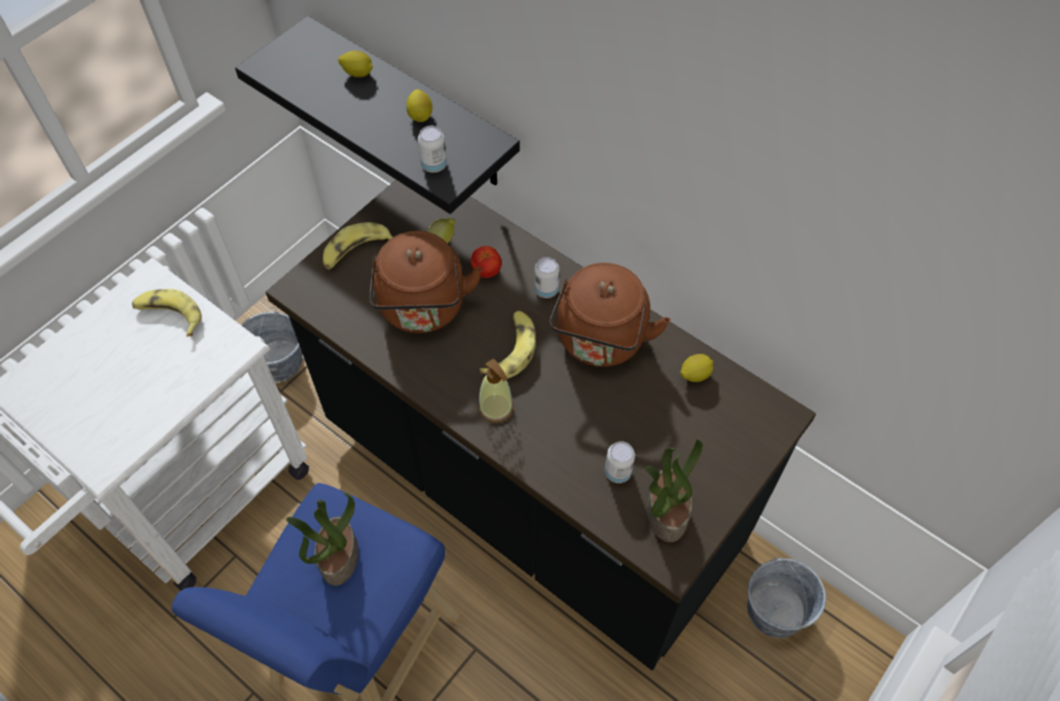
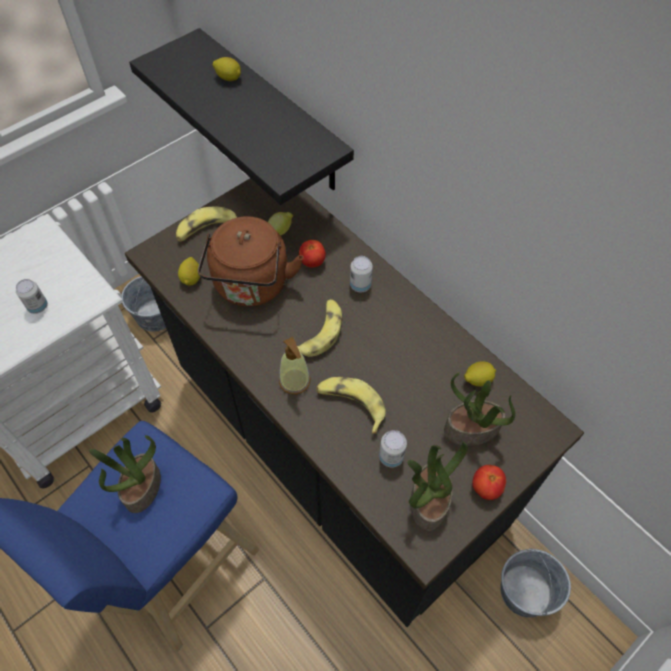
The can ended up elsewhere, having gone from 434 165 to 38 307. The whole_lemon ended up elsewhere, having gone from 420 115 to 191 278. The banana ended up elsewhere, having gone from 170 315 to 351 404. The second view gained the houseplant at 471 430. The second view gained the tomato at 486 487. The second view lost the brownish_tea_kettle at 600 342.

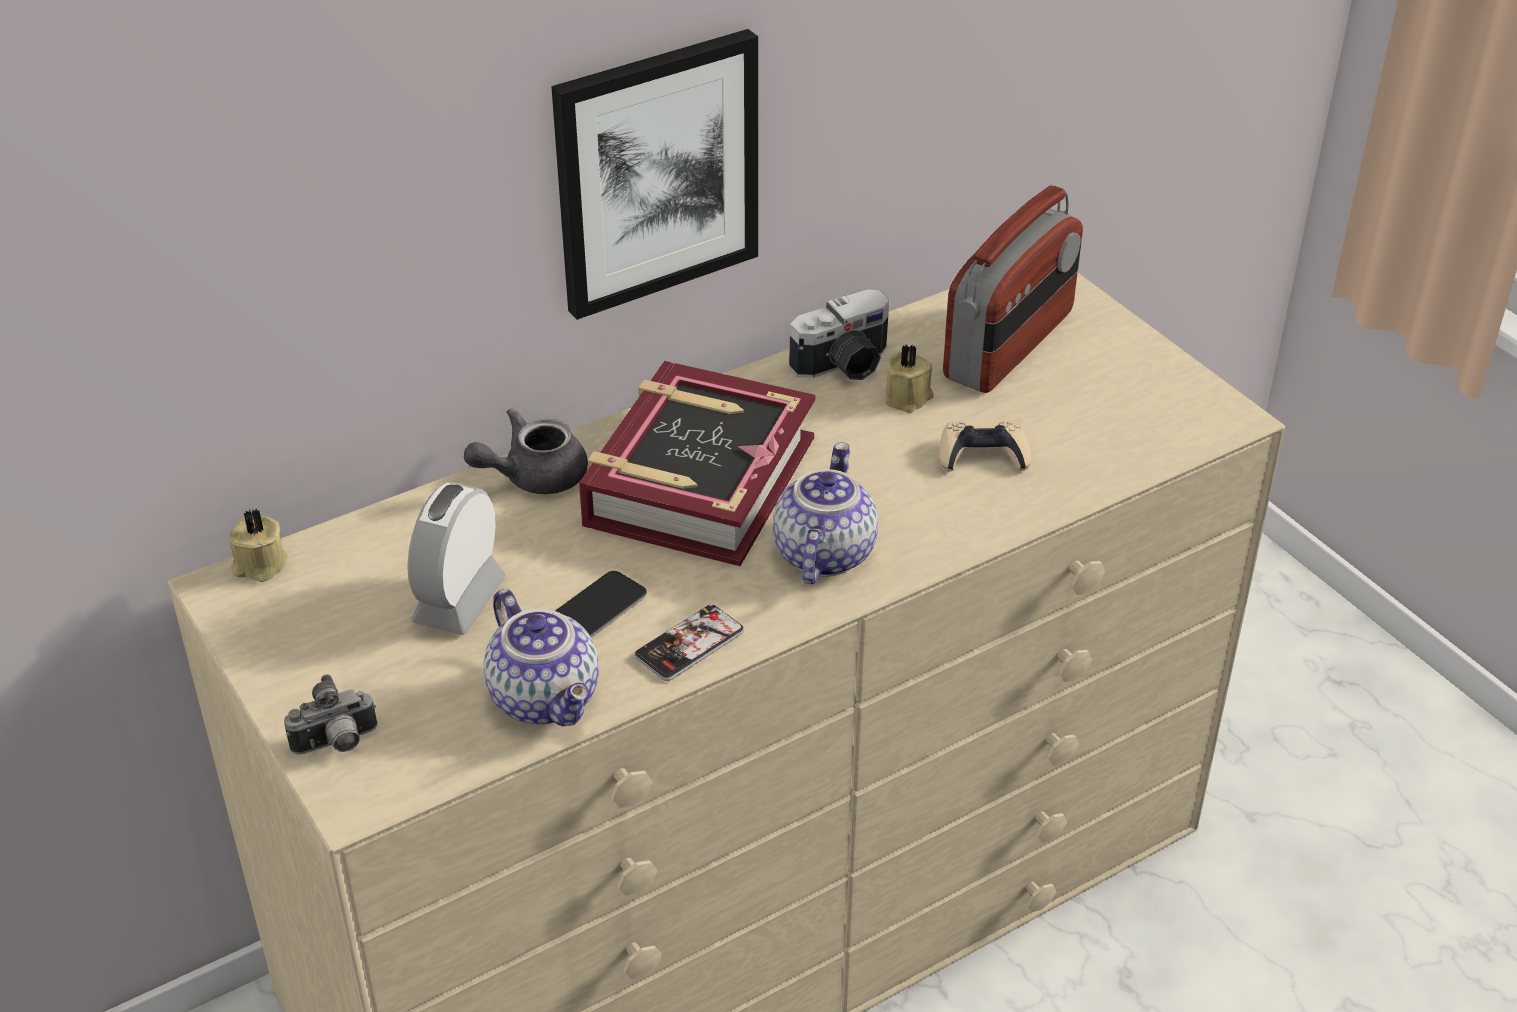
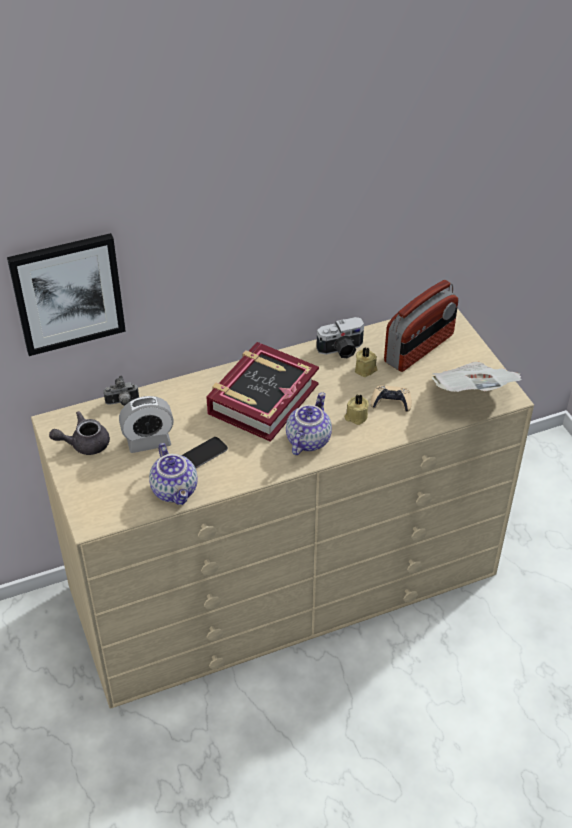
The wall_picture ended up elsewhere, having gone from 656 172 to 67 293. The grey_teapot ended up elsewhere, having gone from 533 476 to 84 444. The still_camera ended up elsewhere, having gone from 337 744 to 122 402. The bedside_clock at 459 600 ended up facing another way, 135 degrees counterclockwise from before. The beige_wax_light ended up elsewhere, having gone from 259 565 to 356 417. The second view gained the daily_paper at 472 394. The second view lost the handset at 689 644.

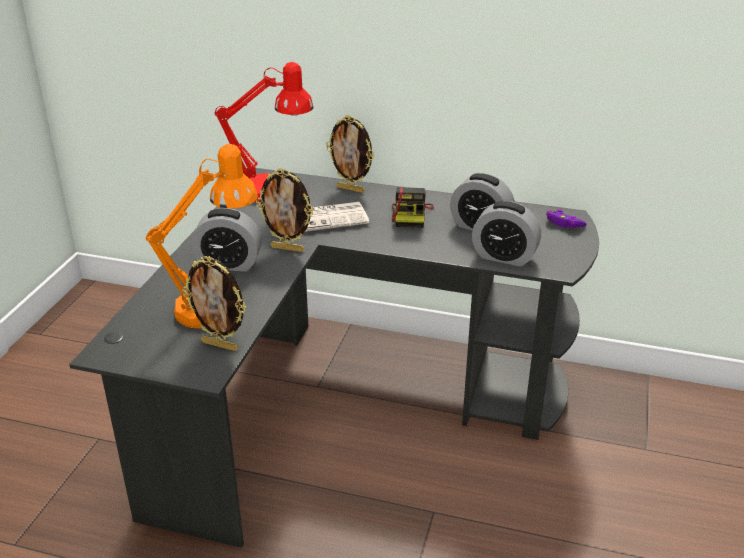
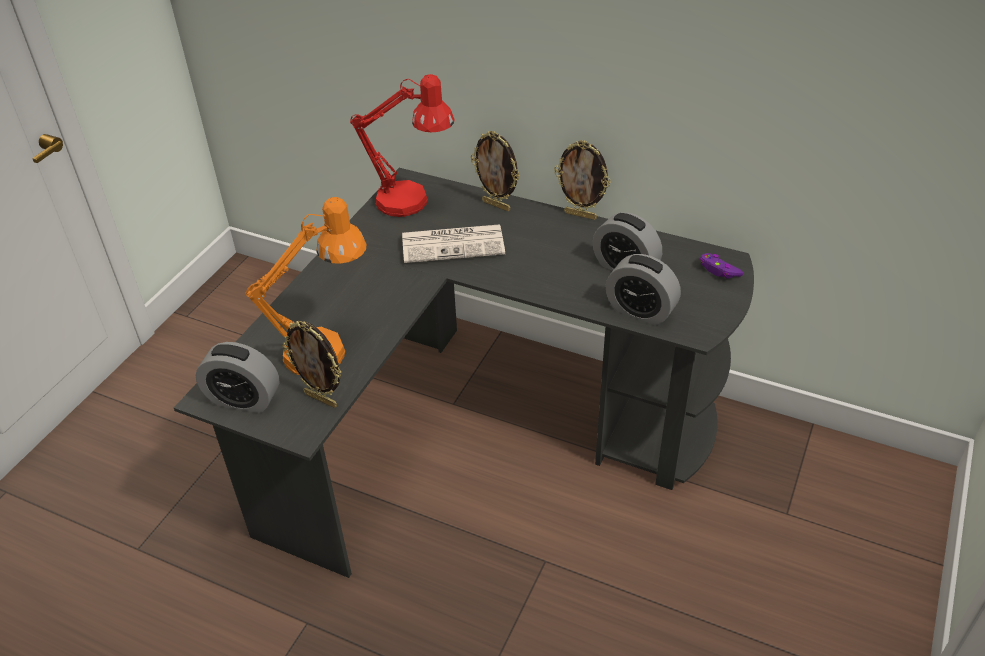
The bedside_clock ended up elsewhere, having gone from 229 264 to 243 399. The picture_frame ended up elsewhere, having gone from 288 248 to 581 215. The second view lost the still_camera at 411 215.

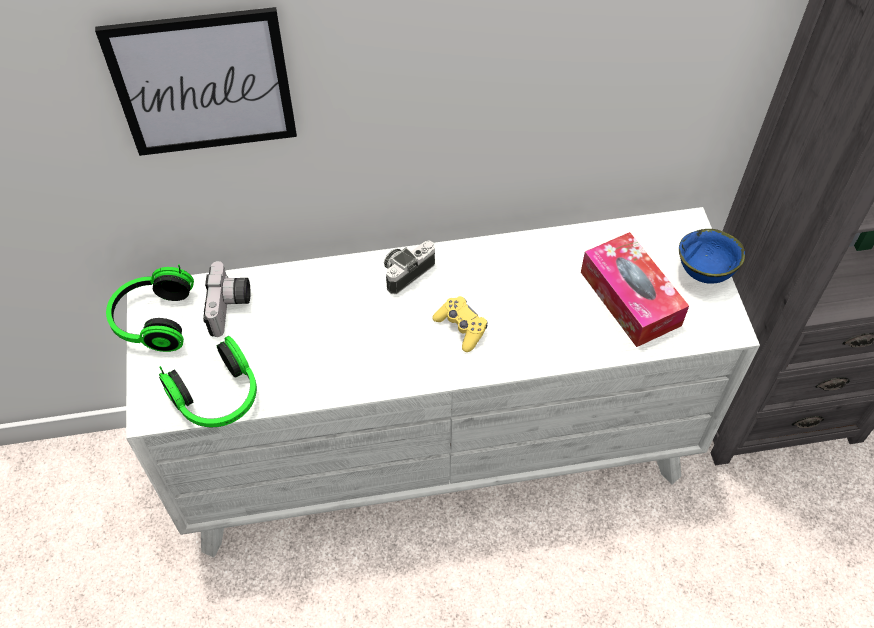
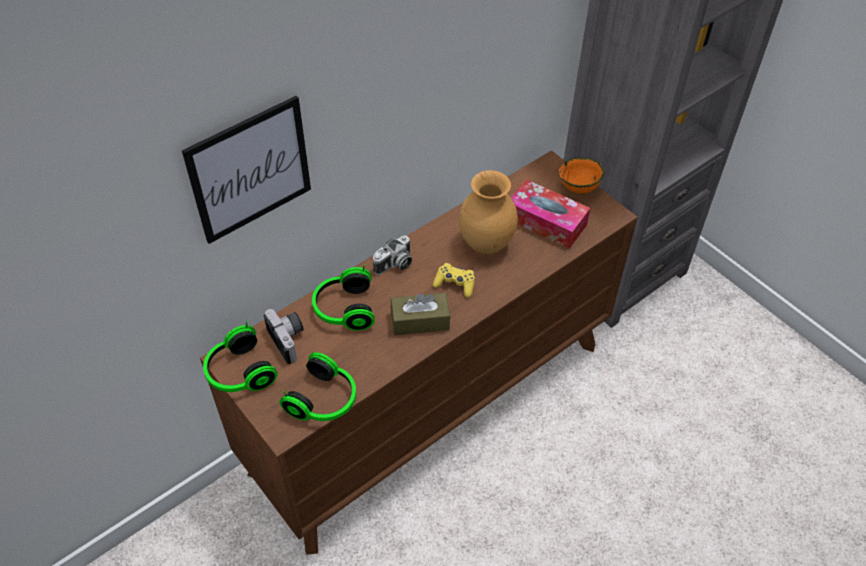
What was the whitish_chest_of_drawers at 437 453 turned into the brownish_chest_of_drawers at 431 405. The second view gained the headphones at 343 309. The still_camera at 407 271 ended up facing another way, 150 degrees counterclockwise from before. The second view gained the brownish_tissue_holder at 420 321. The second view gained the brownish_vase at 485 245. What was the blue-coloured_deep_dish at 703 273 turned into the orangey_deep_dish at 578 189.

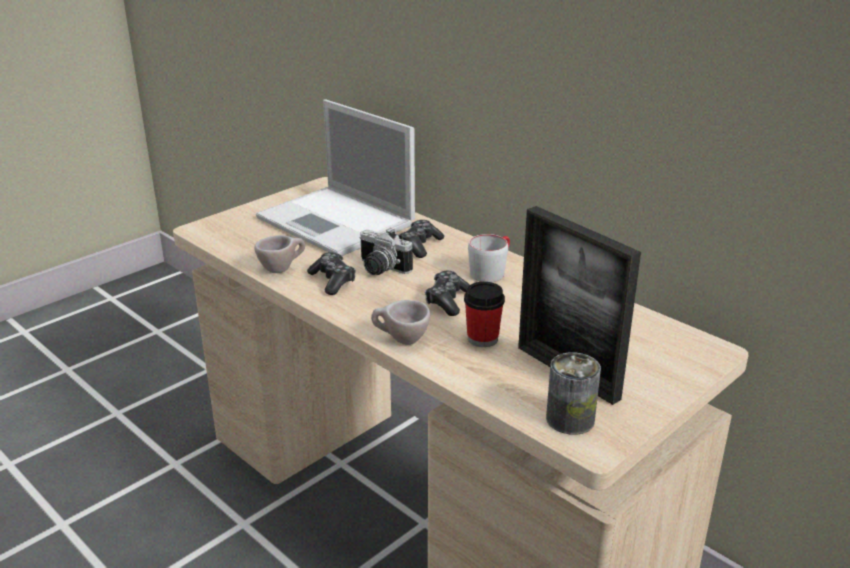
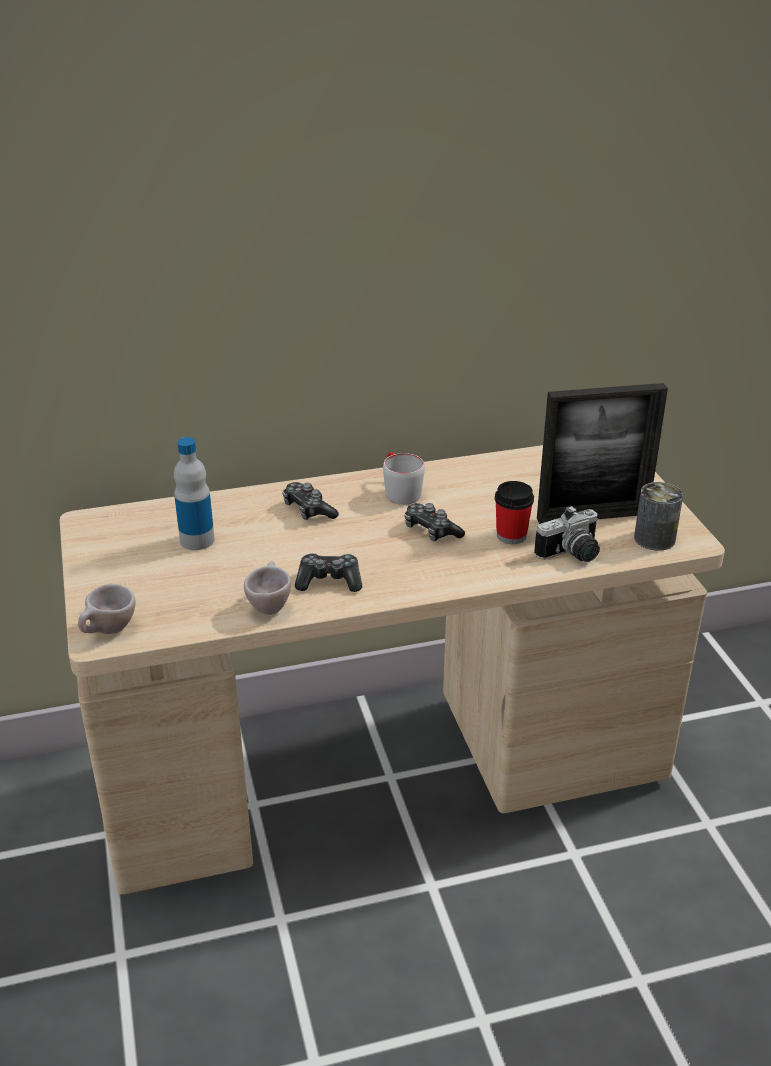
The beige_drinking_cup ended up elsewhere, having gone from 400 341 to 109 632. Where the notebook_computer stood at 338 222, the bottle came to stand at 197 540. The still_camera ended up elsewhere, having gone from 380 269 to 572 555.

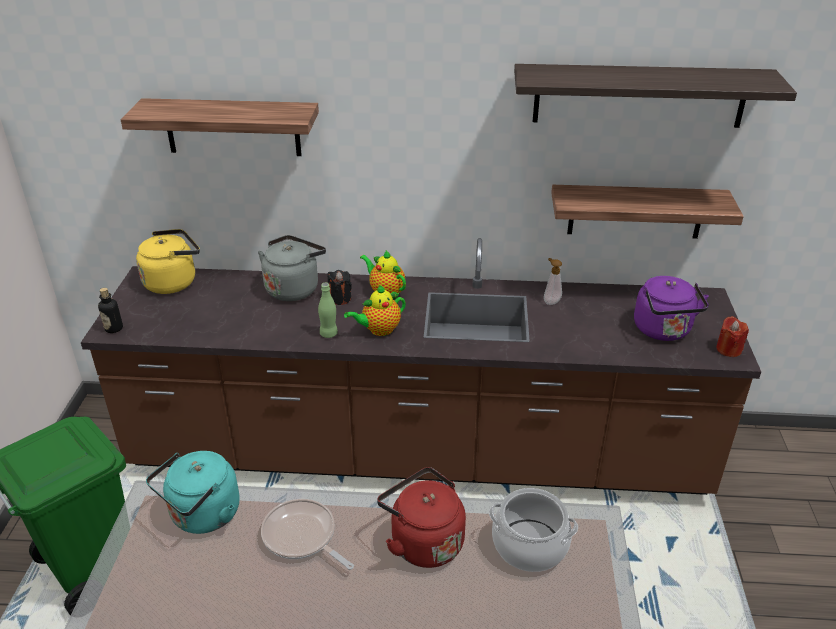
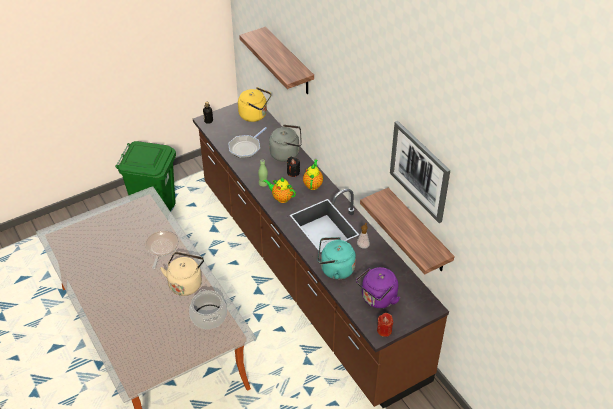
What was the reddish_tea_kettle at 423 541 turned into the beige_tea_kettle at 186 283. The second view gained the frying_pan at 246 147. The turquoise_tea_kettle ended up elsewhere, having gone from 202 516 to 335 269. Where the bracket_shelf hung at 639 95, the wall_picture came to hang at 419 171.

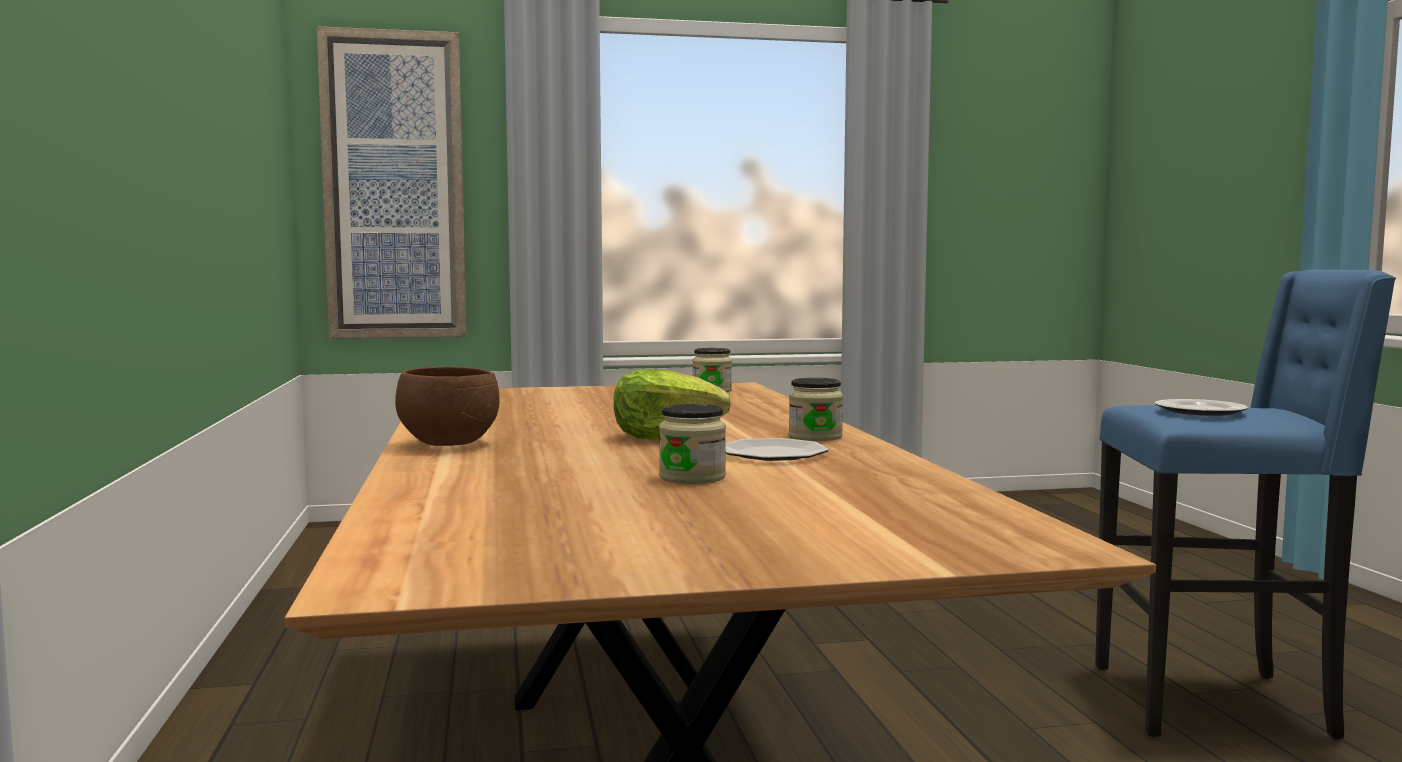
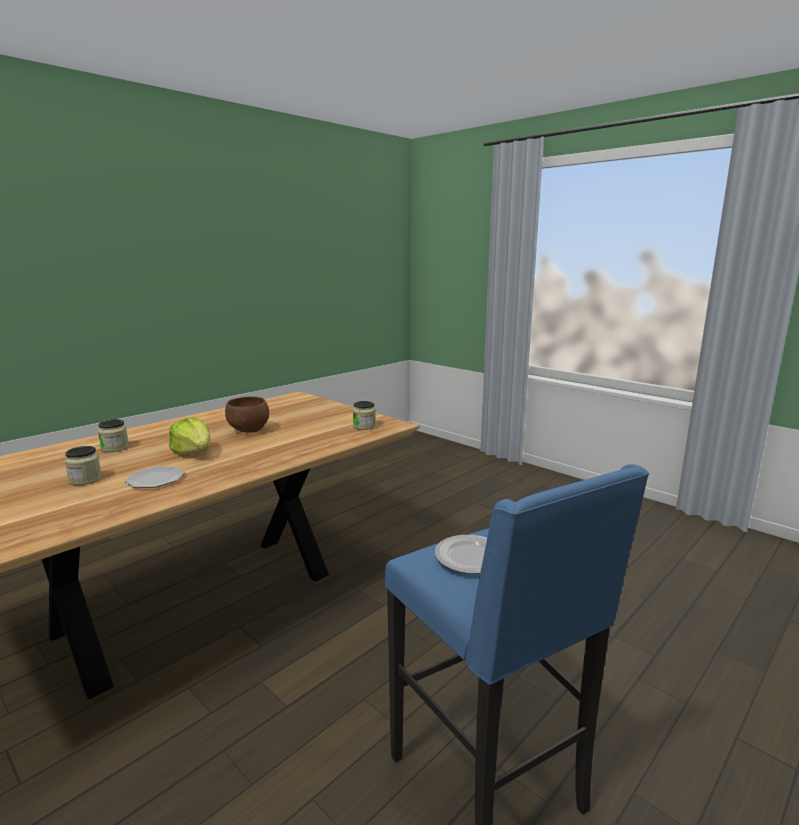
The storage_jar ended up elsewhere, having gone from 815 437 to 115 448. The brownish_deep_dish ended up elsewhere, having gone from 451 444 to 250 430. The second view lost the wall_picture at 394 186.

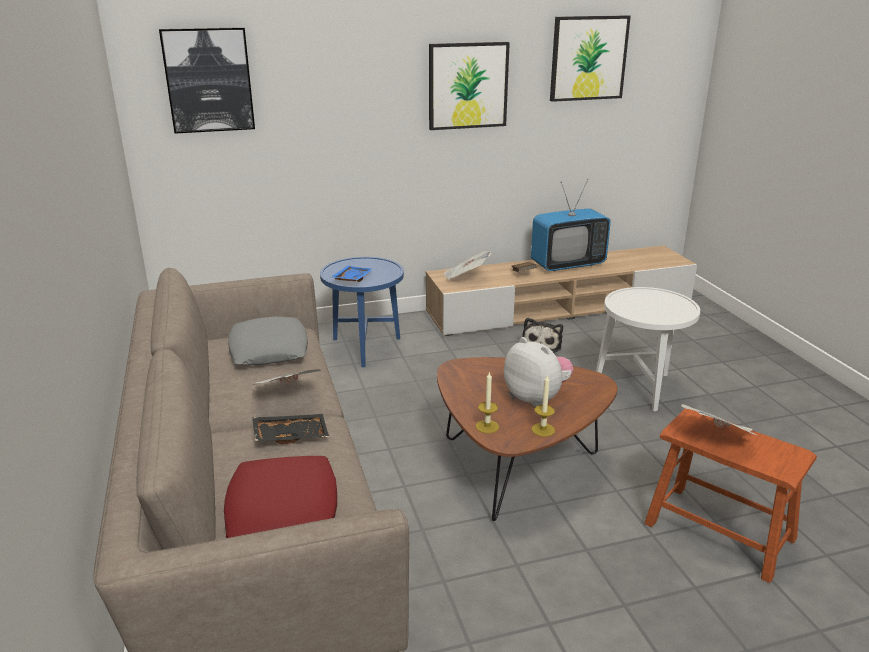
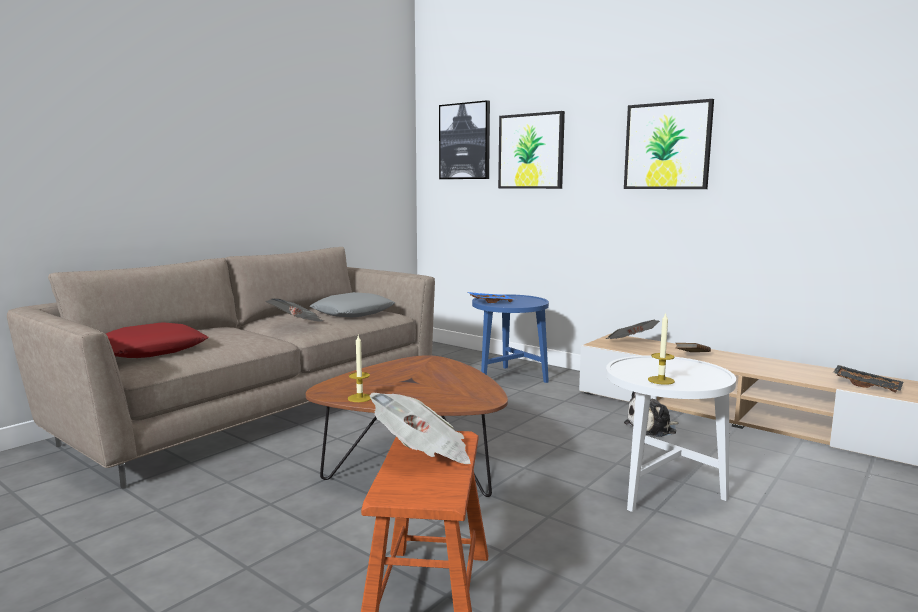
The wall_picture ended up elsewhere, having gone from 588 58 to 531 151. The wax_light ended up elsewhere, having gone from 487 426 to 661 380. The black_tray ended up elsewhere, having gone from 291 435 to 866 385. The second view lost the soft_toy at 536 398. The second view lost the TV_set at 567 264.

